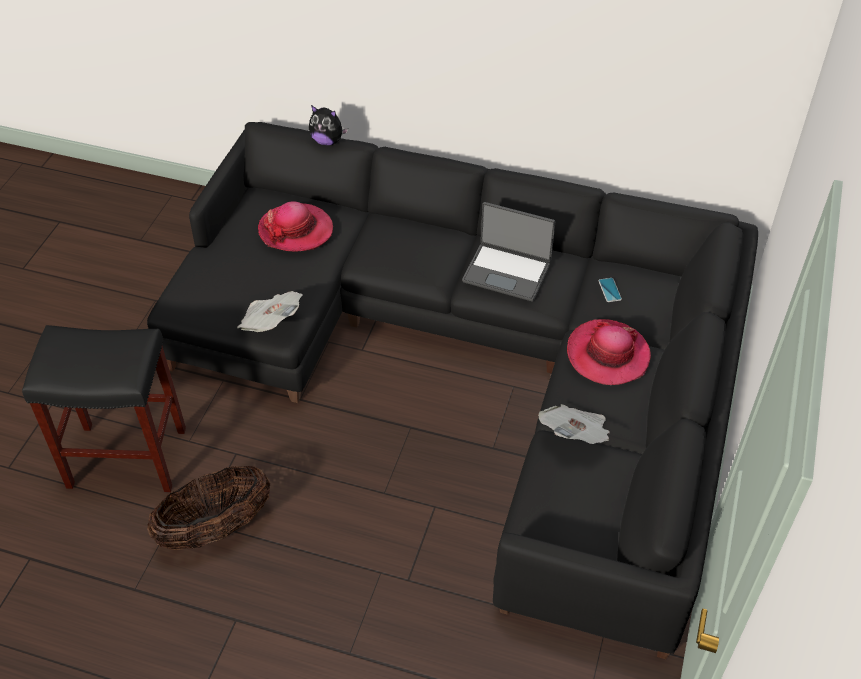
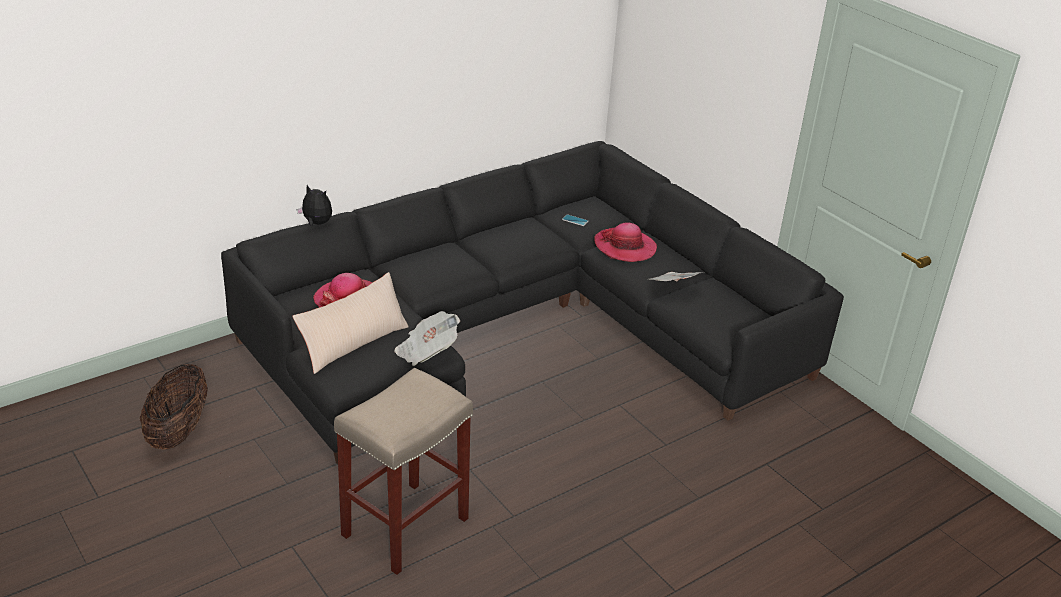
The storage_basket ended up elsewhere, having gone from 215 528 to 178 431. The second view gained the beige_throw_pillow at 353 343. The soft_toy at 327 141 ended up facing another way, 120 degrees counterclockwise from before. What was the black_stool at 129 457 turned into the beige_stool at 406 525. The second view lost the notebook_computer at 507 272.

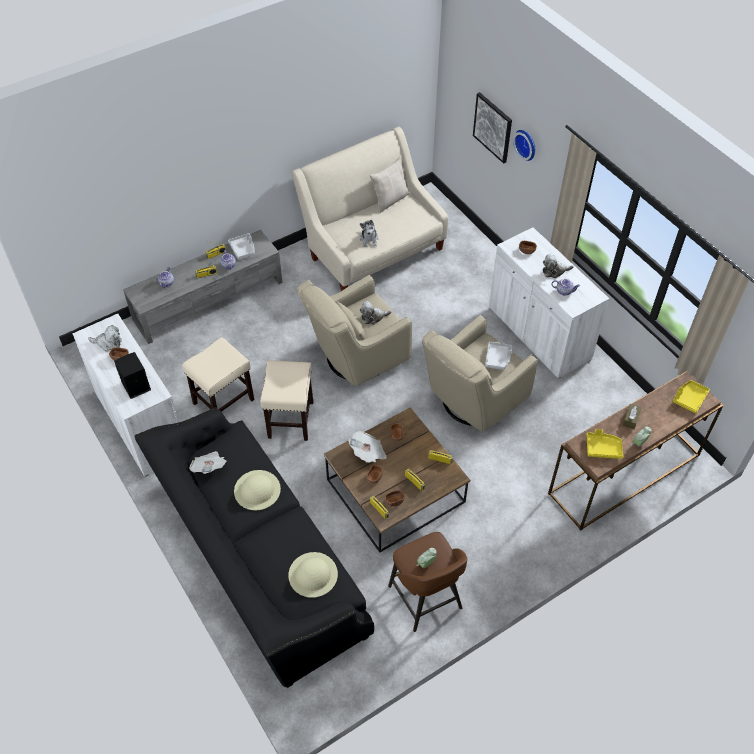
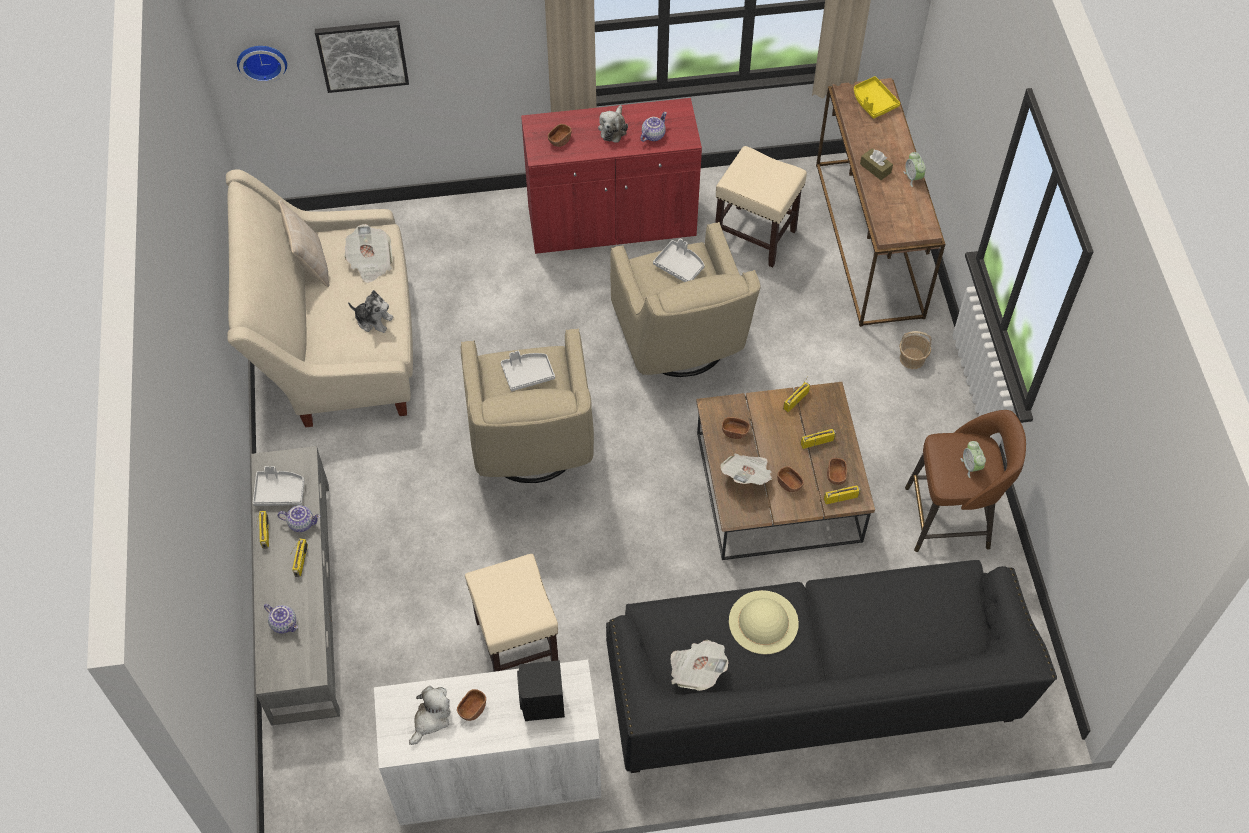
The wall_clock ended up elsewhere, having gone from 526 144 to 262 60. The second view gained the daily_paper at 370 262. Where the soft_toy stood at 373 317, the grey_tray came to stand at 527 374. What was the whitish_cabinet at 538 333 turned into the reddish_cabinet at 611 222. The beige_stool ended up elsewhere, having gone from 291 420 to 756 236. The second view gained the storage_basket at 912 359. The second view lost the beige_wearable_hat at 313 574. The second view lost the yellow_tray at 603 448.

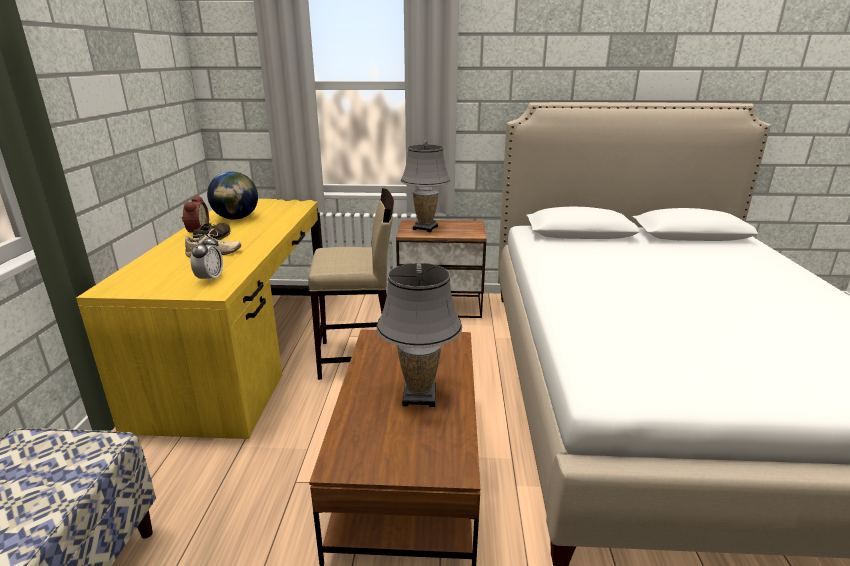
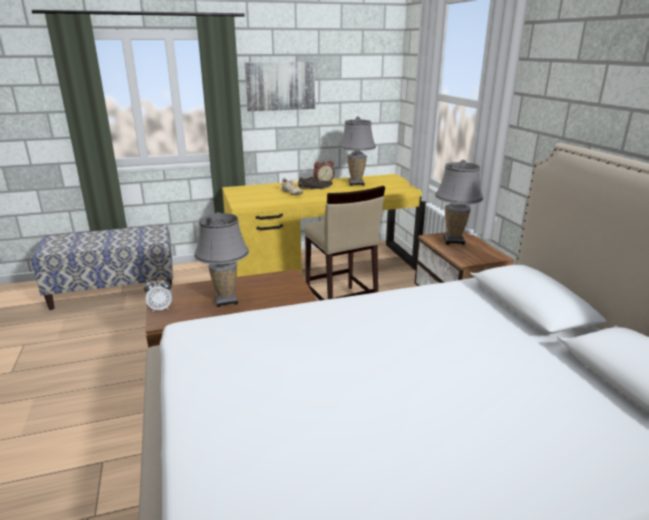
The bedside_clock ended up elsewhere, having gone from 210 279 to 161 308. The second view gained the wall_picture at 280 86. Where the globe stood at 236 218, the grey_table_lamp came to stand at 356 183.

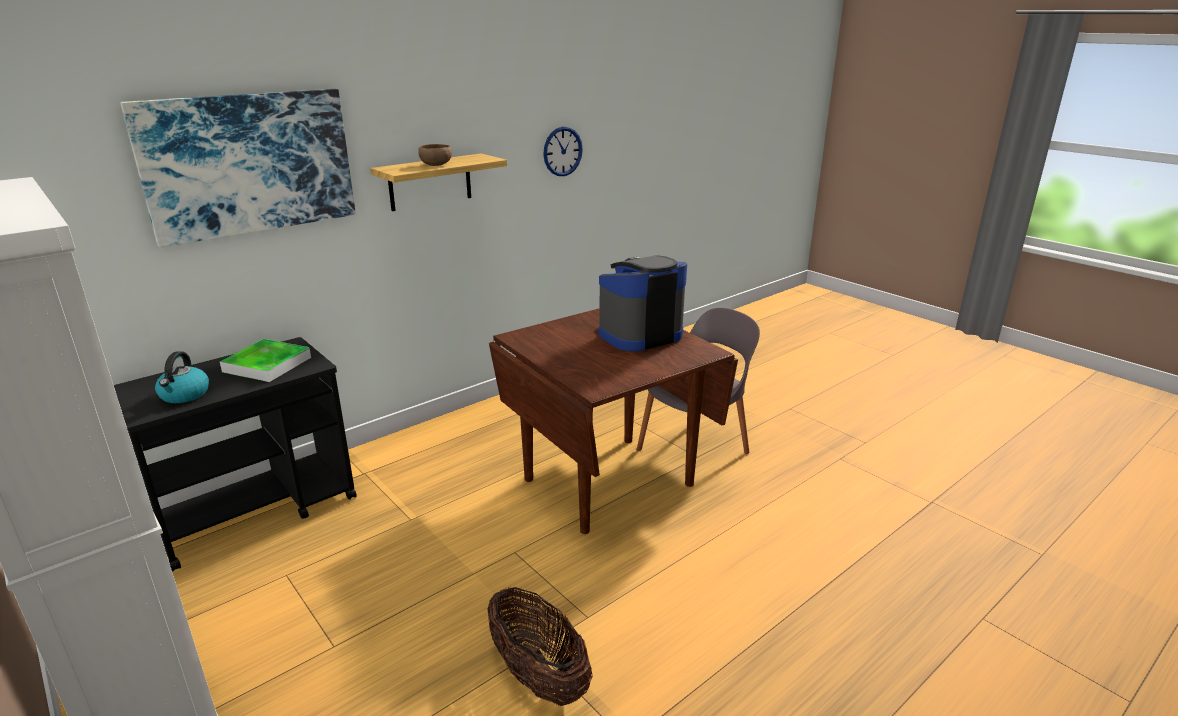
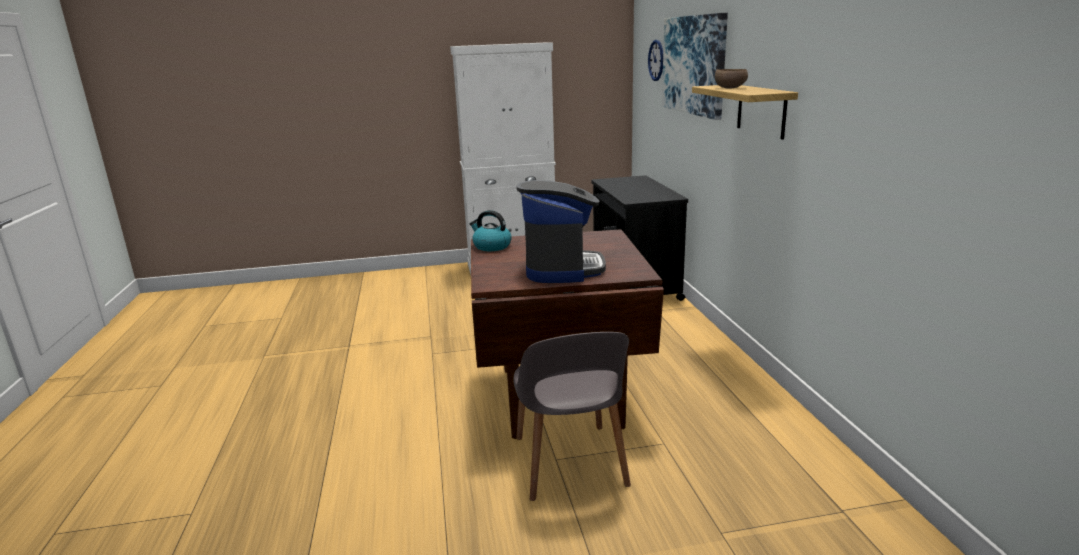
The tea_kettle ended up elsewhere, having gone from 184 395 to 491 246. The wall_clock ended up elsewhere, having gone from 562 151 to 656 60. The second view lost the tray at 267 364. The second view lost the storage_basket at 538 675.

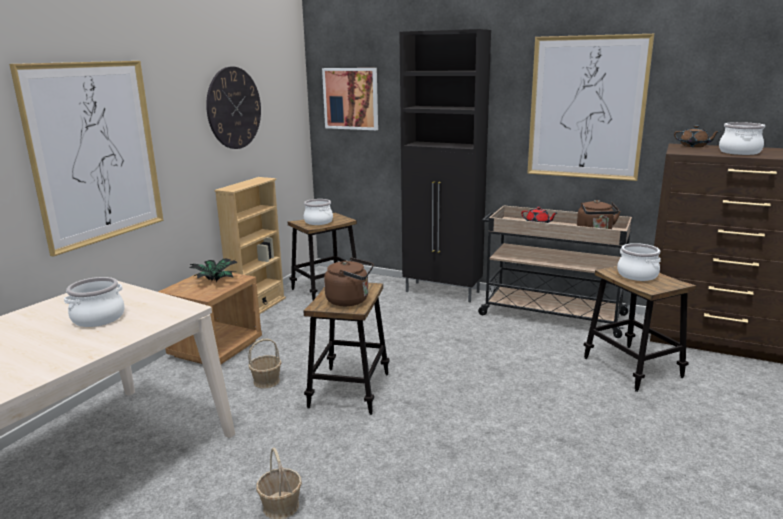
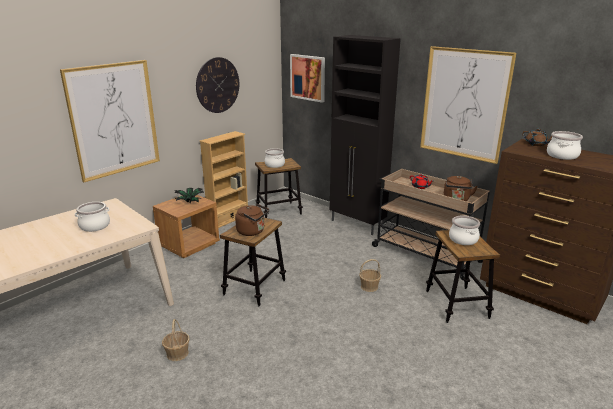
The storage_basket ended up elsewhere, having gone from 267 381 to 369 287.

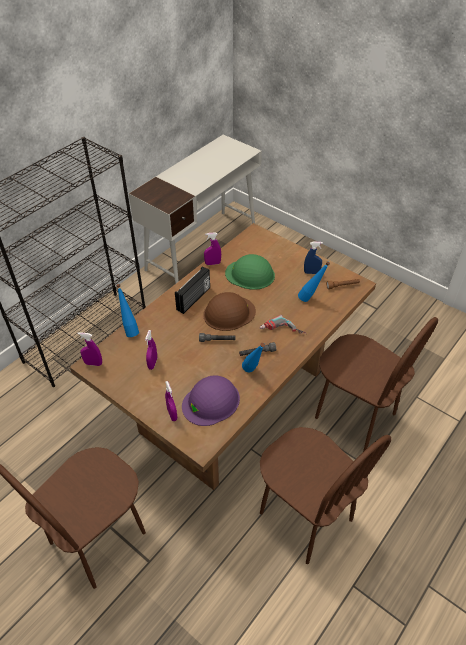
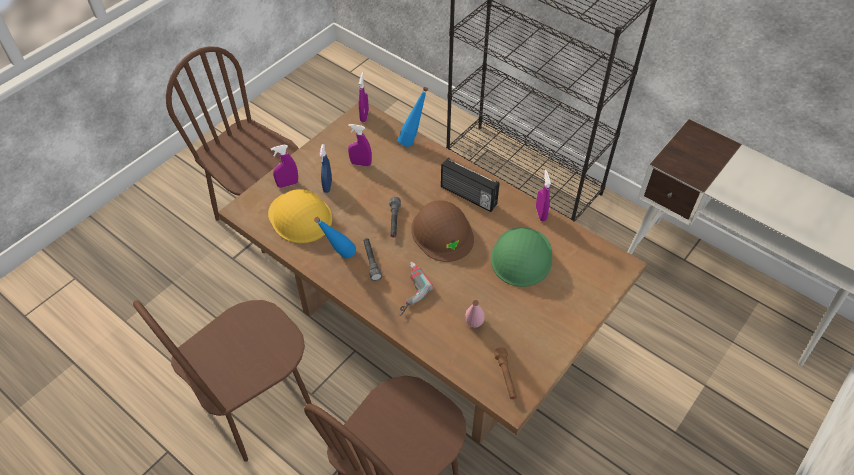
What was the purple_hard_hat at 211 402 turned into the yellow_hard_hat at 300 217. The blue-coloured_sprayer ended up elsewhere, having gone from 311 272 to 327 186. What was the blue-coloured_bottle at 310 299 turned into the pinkish_bottle at 473 329.

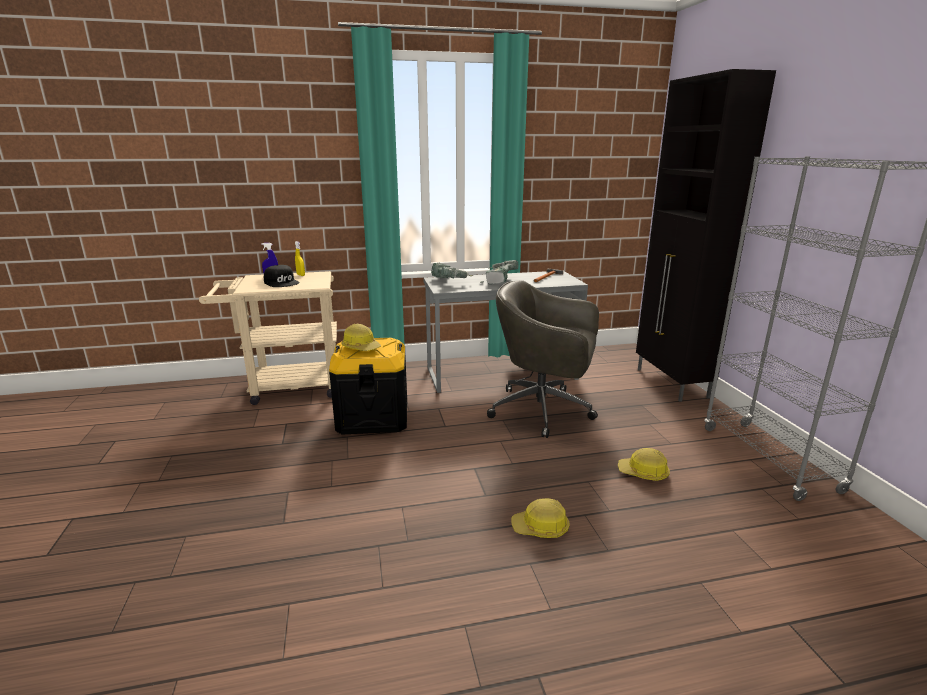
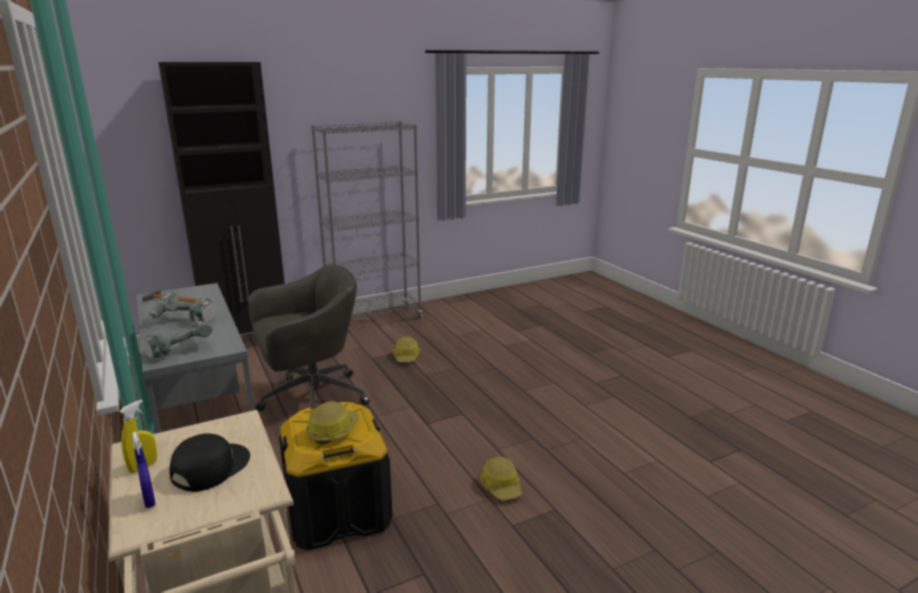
The grey_computer_chair at 544 411 ended up facing another way, 120 degrees counterclockwise from before. The hard_hat ended up elsewhere, having gone from 541 528 to 501 486.

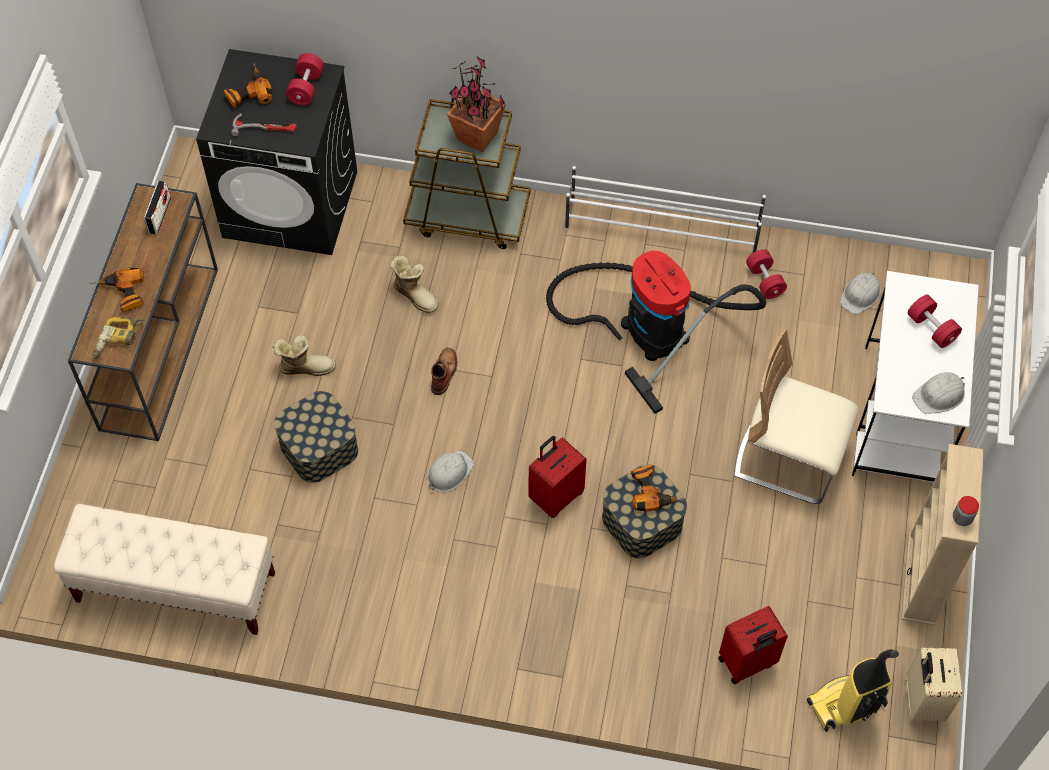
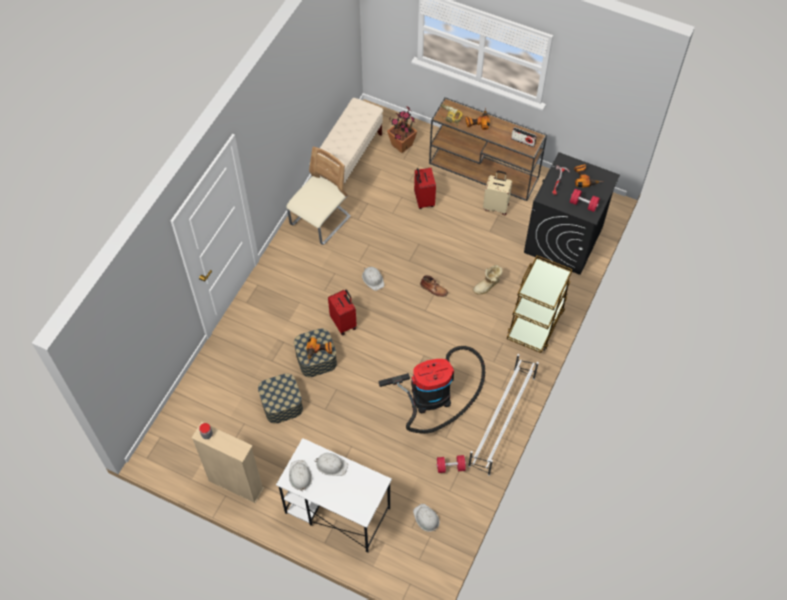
The storage_container ended up elsewhere, having gone from 319 447 to 281 404. The beige_plain_chair ended up elsewhere, having gone from 789 458 to 320 221. The second view gained the whitish_hard_hat at 331 465. The houseplant ended up elsewhere, having gone from 477 137 to 401 145. The reddish_travel_case ended up elsewhere, having gone from 747 663 to 423 200. The beige_travel_case ended up elsewhere, having gone from 922 700 to 496 206. The second view lost the tall_boot at 305 366. The second view lost the hoover at 846 705. The second view lost the reddish_dumbbell at 931 328.

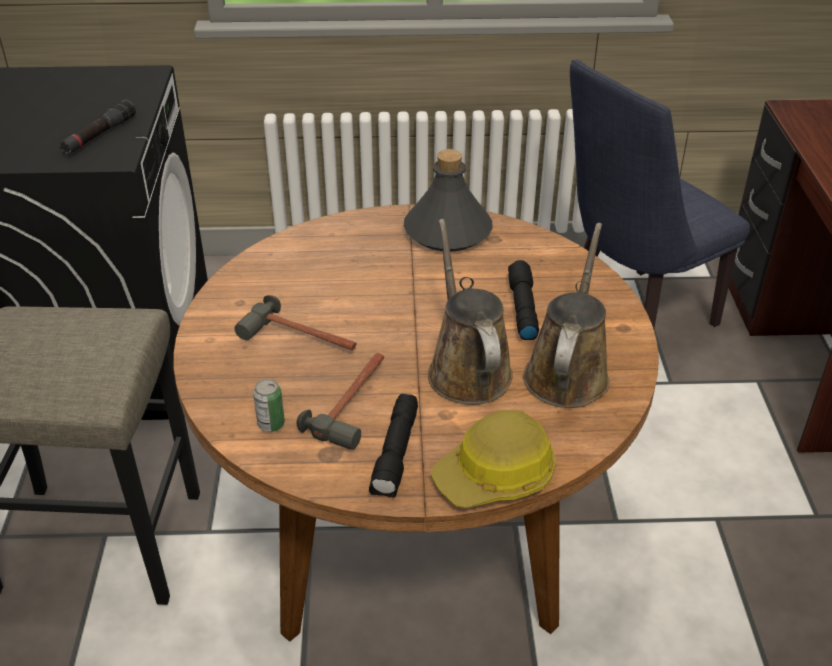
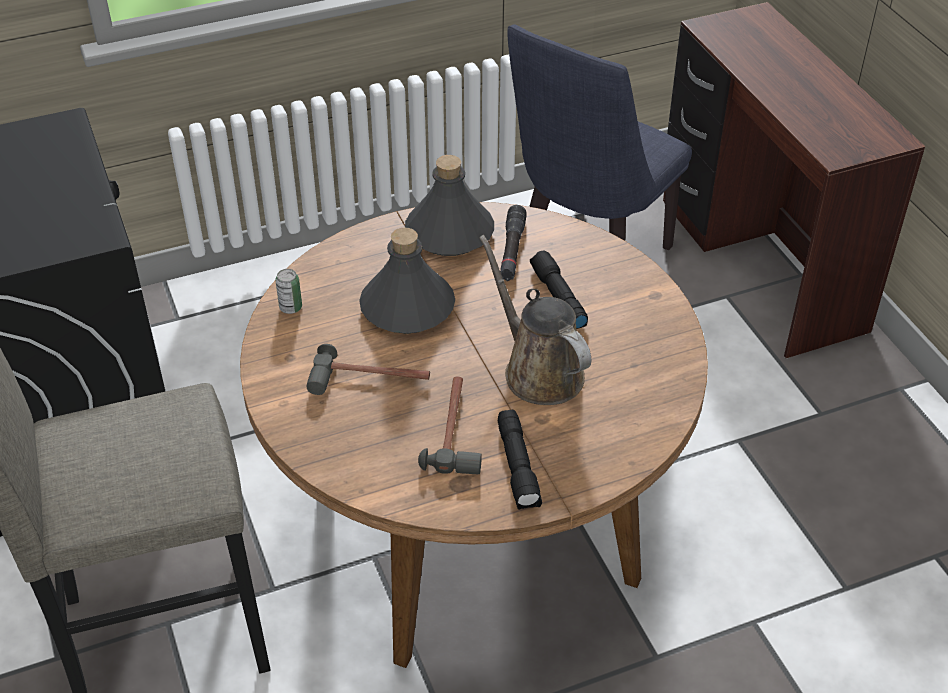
The can ended up elsewhere, having gone from 271 424 to 290 307. The second view gained the grey_bottle at 408 308. The black_torch ended up elsewhere, having gone from 99 136 to 512 250. The second view lost the hard_hat at 496 476. The second view lost the brownish_watering_pot at 568 372.

